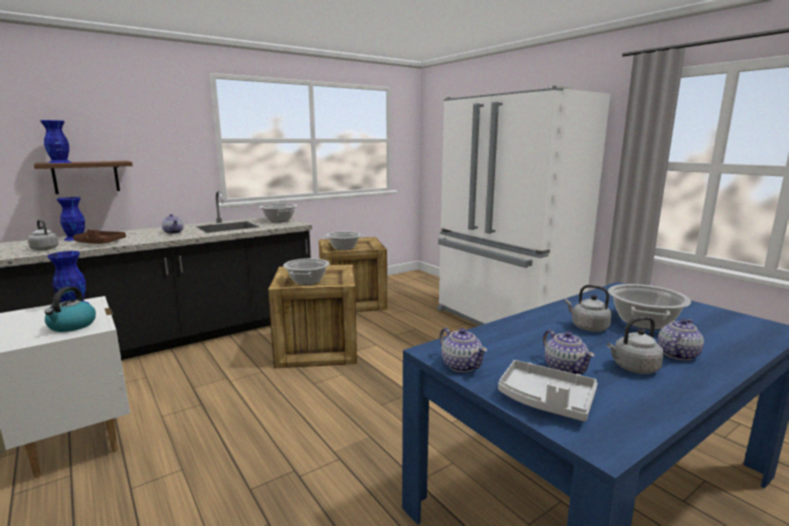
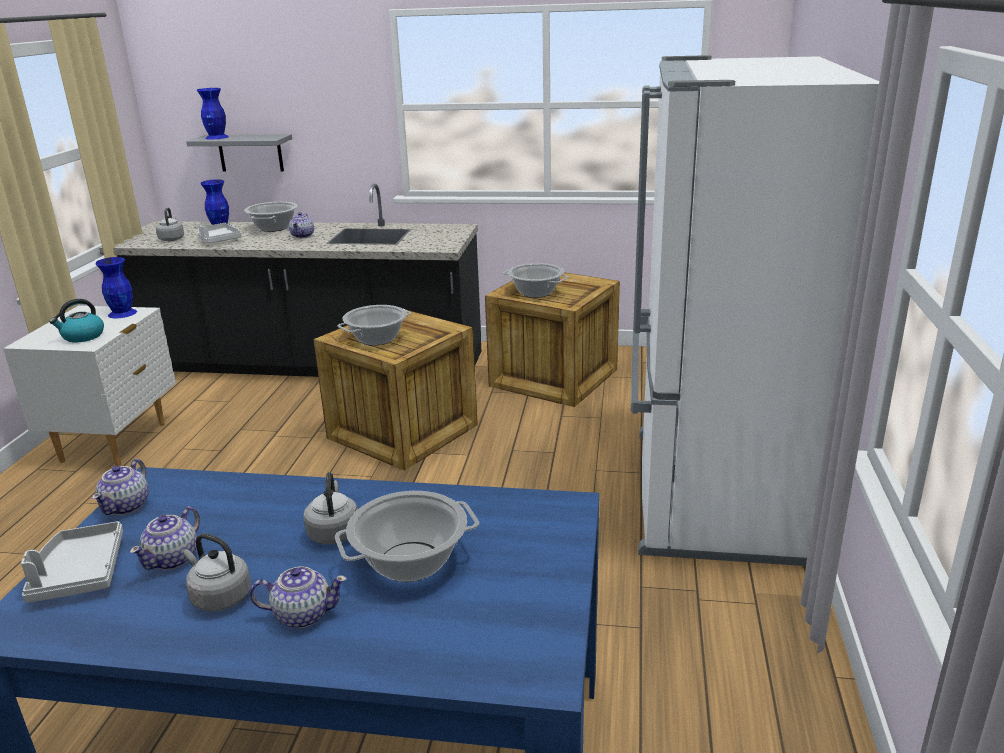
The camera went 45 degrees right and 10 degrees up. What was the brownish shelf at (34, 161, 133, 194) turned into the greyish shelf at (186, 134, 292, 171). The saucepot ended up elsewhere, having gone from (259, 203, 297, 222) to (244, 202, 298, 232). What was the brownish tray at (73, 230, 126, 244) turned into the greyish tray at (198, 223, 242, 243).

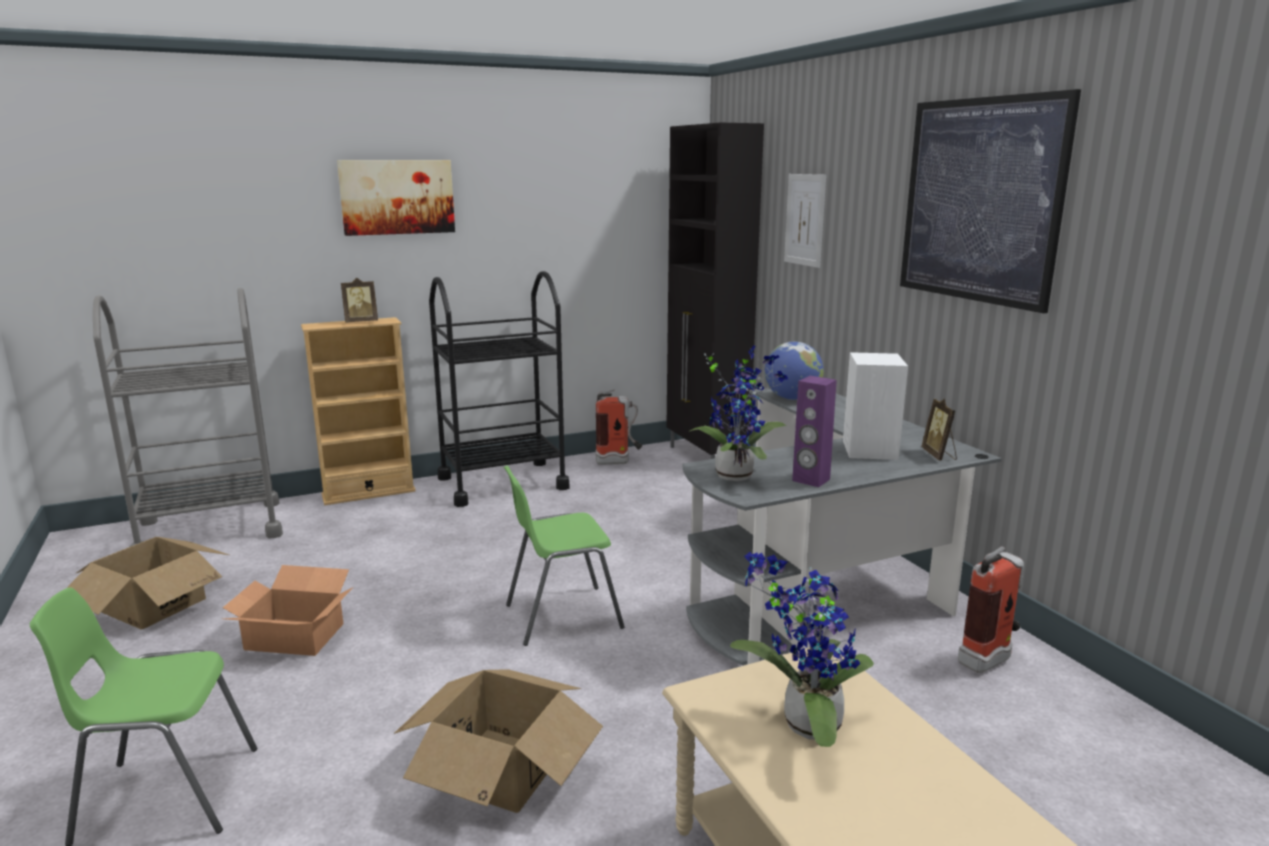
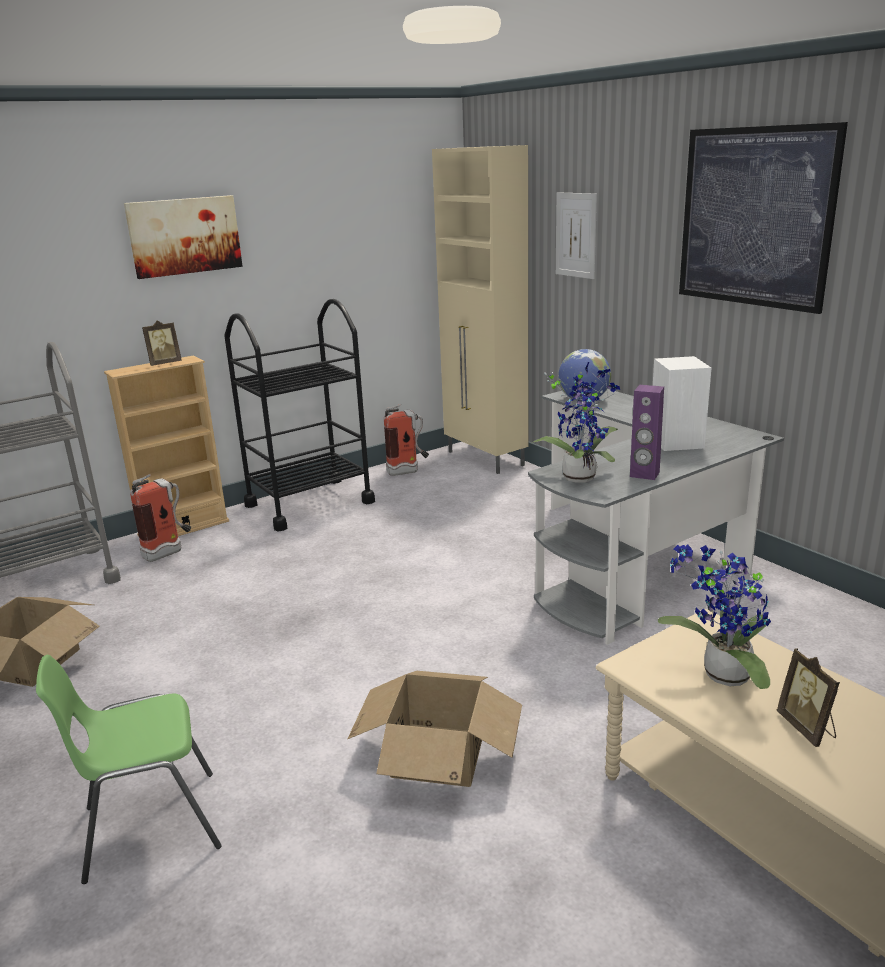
The camera went 10 degrees left and 5 degrees up. What was the blackish cupboard at (666, 123, 764, 459) turned into the sand-coloured cupboard at (432, 145, 528, 474). The picture frame ended up elsewhere, having gone from (921, 399, 957, 460) to (777, 648, 840, 747). The second view lost the green upright chair at (504, 466, 625, 646). The extinguisher ended up elsewhere, having gone from (958, 546, 1024, 673) to (130, 474, 191, 562). The second view lost the cardboard box at (223, 565, 352, 656).

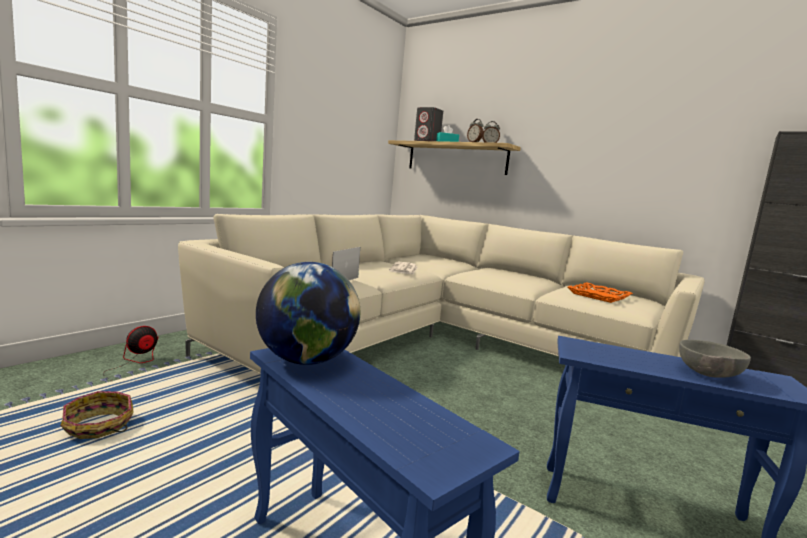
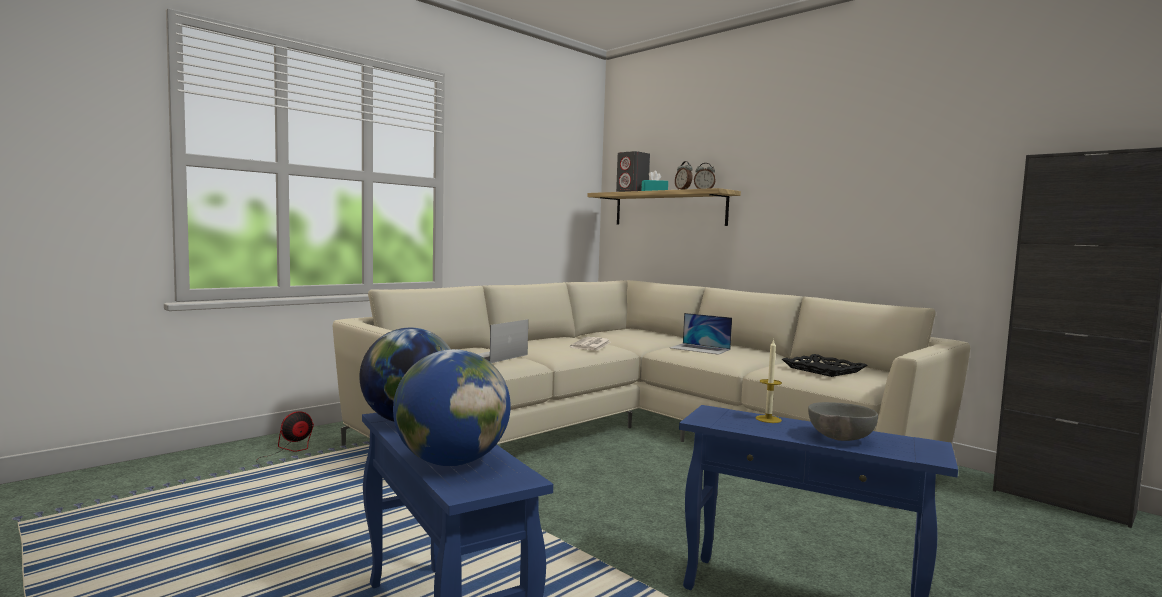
The camera went 10 degrees right and 5 degrees down. What was the orangey tray at (568, 282, 633, 303) turned into the blackish tray at (782, 354, 867, 377). The second view lost the household basket at (60, 391, 134, 439). The second view gained the notebook computer at (670, 313, 732, 355). The second view gained the wax candle at (756, 339, 782, 423). The second view gained the world globe at (393, 349, 511, 466).

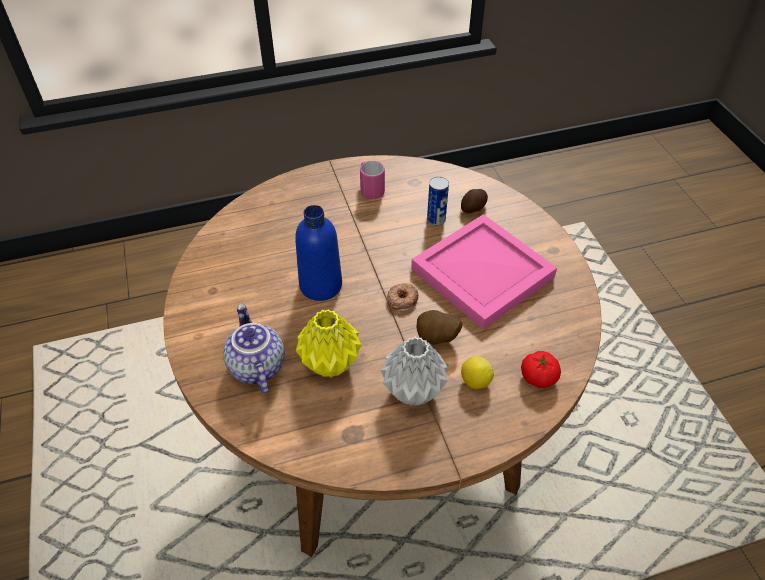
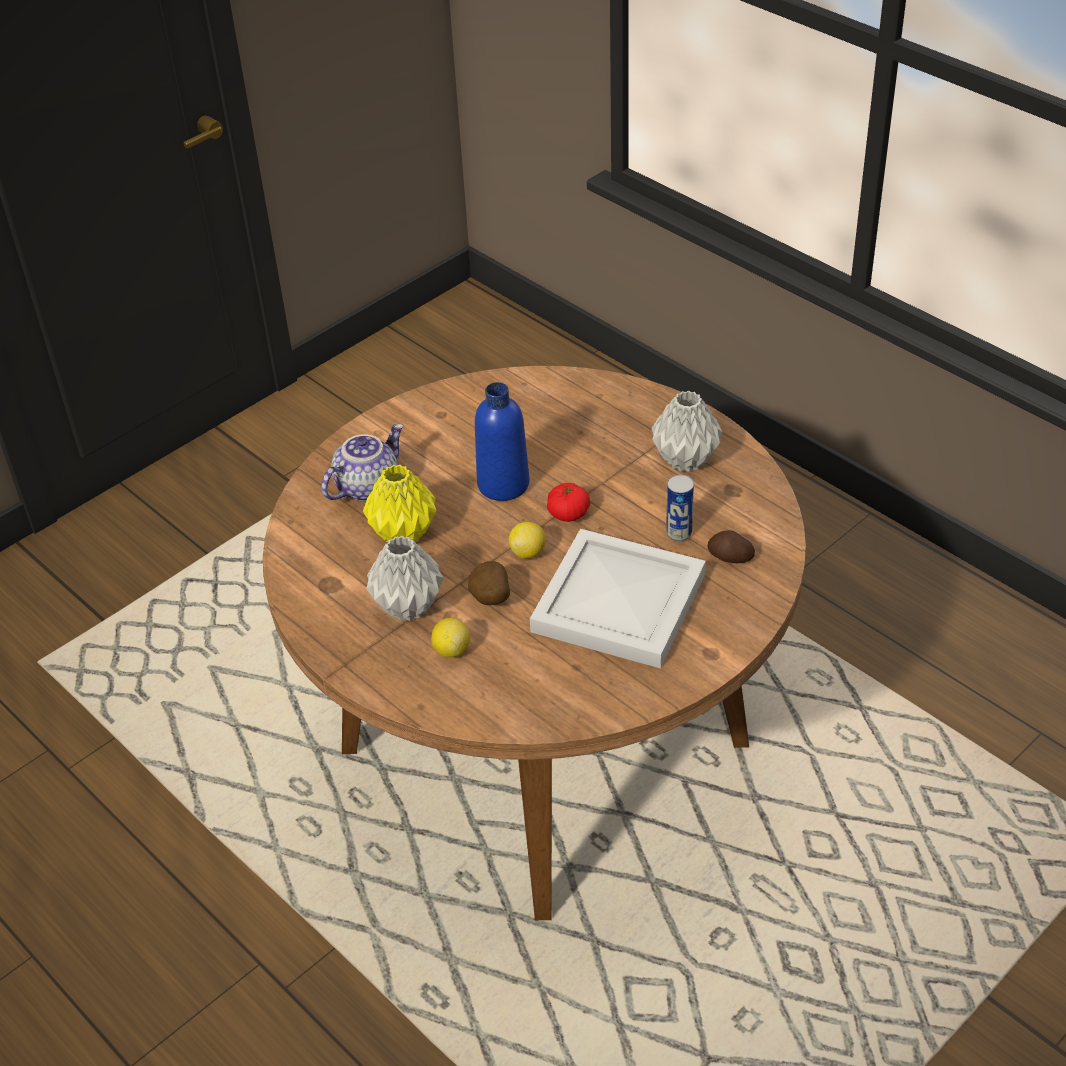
The camera went 65 degrees right and 5 degrees down. Where the pink-coloured mug stood at (360, 161, 385, 199), the greyish flower vase came to stand at (652, 390, 722, 472). What was the pink-coloured tray at (411, 214, 557, 329) turned into the whitish tray at (530, 529, 706, 669). Where the ring doughnut stood at (387, 283, 418, 312), the lemon came to stand at (509, 522, 546, 559). The whole tomato ended up elsewhere, having gone from (521, 351, 561, 388) to (547, 483, 590, 522).

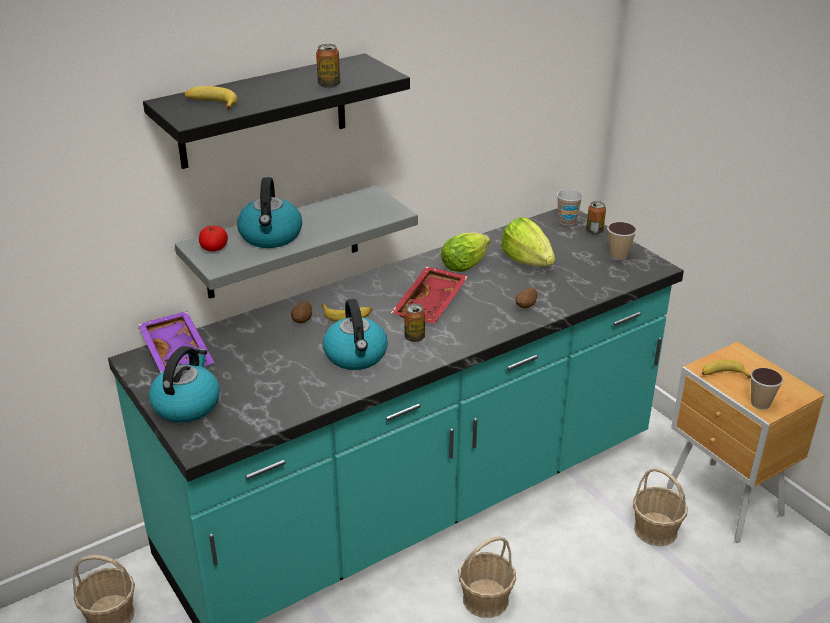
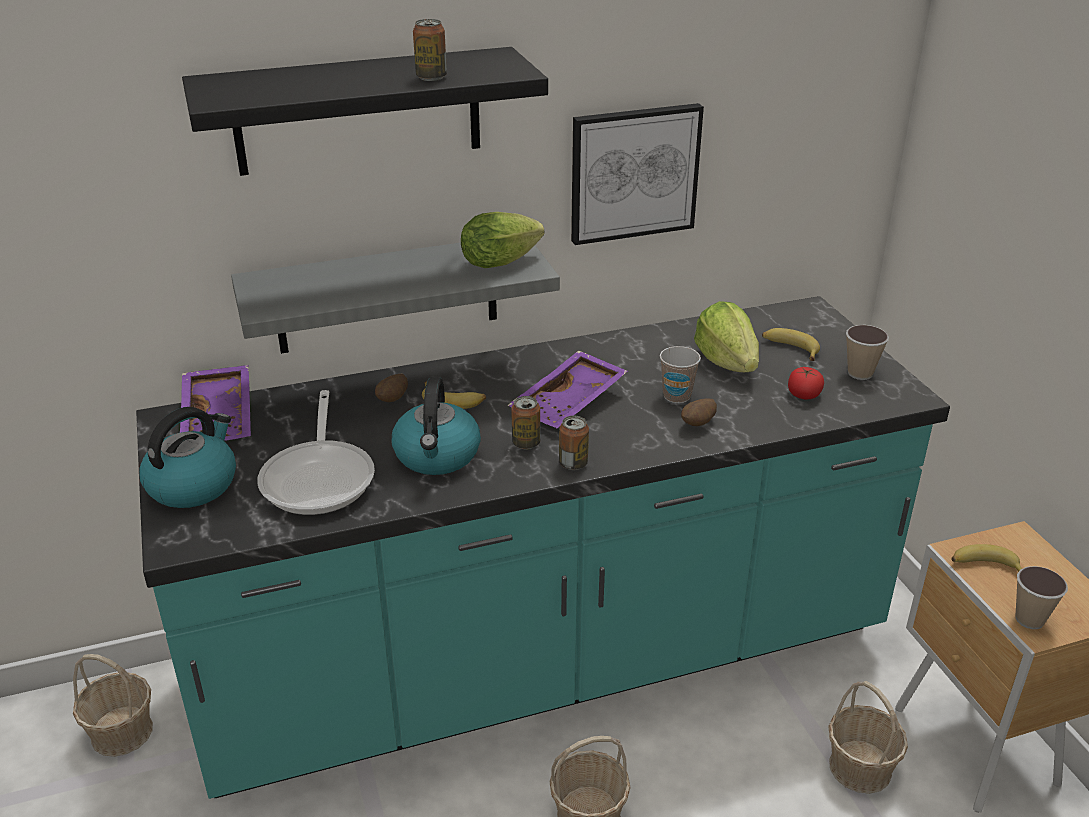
The camera went 15 degrees right and 0 degrees up. The banana fruit ended up elsewhere, having gone from (184, 86, 237, 109) to (762, 328, 820, 361). The second view lost the tea kettle at (237, 177, 302, 248). The drinking cup ended up elsewhere, having gone from (557, 189, 583, 225) to (660, 346, 701, 403). The sealed can ended up elsewhere, having gone from (586, 201, 606, 234) to (559, 416, 589, 470). The whole tomato ended up elsewhere, having gone from (199, 226, 228, 252) to (788, 367, 824, 399). The head of lettuce ended up elsewhere, having gone from (441, 232, 490, 272) to (461, 212, 544, 268). What was the red tray at (391, 266, 468, 324) turned into the purple-coloured tray at (507, 350, 628, 428). The second view gained the wall art at (571, 103, 704, 245). The second view gained the frying pan at (257, 390, 375, 515).

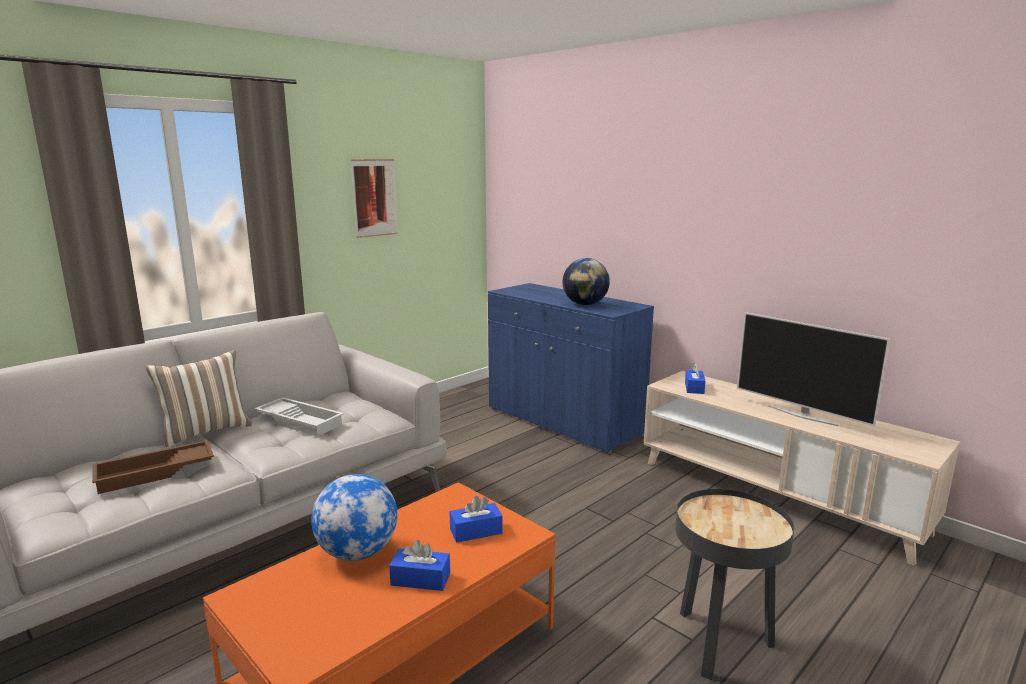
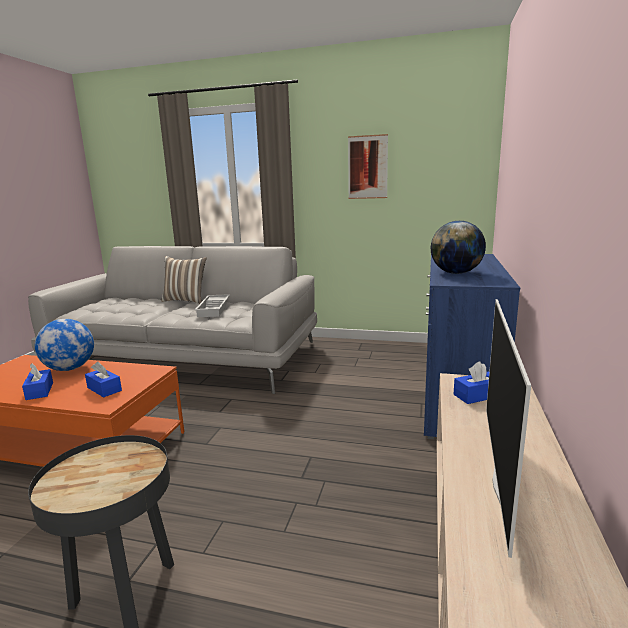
The camera went 60 degrees right and 0 degrees up. The second view lost the brownish tray at (92, 440, 214, 494).

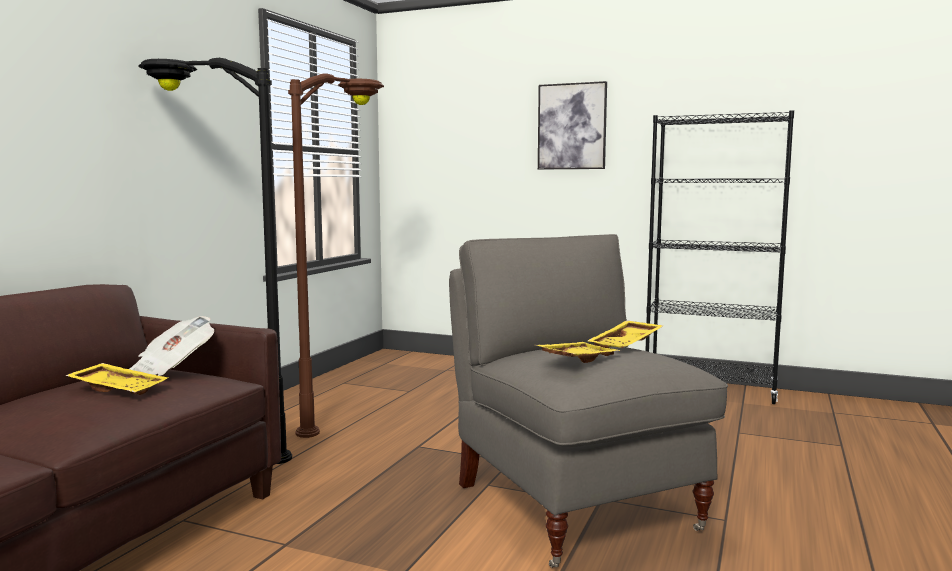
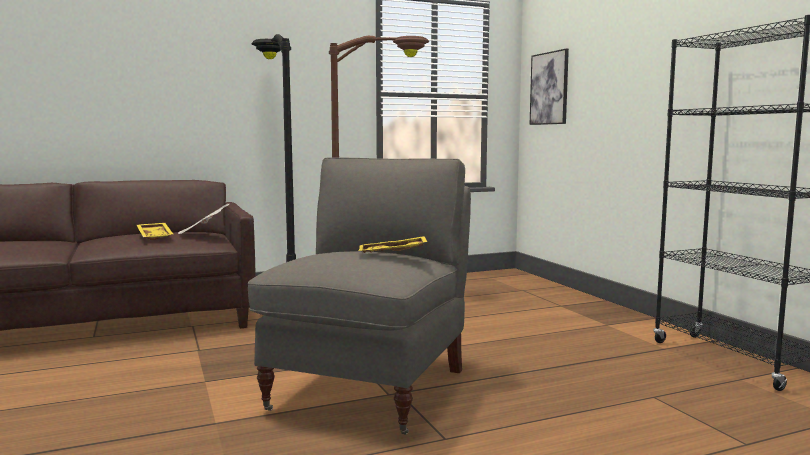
The camera went 45 degrees right and 0 degrees up. The wall art ended up elsewhere, having gone from (538, 81, 607, 169) to (530, 49, 569, 125). The second view lost the yellowish tray at (537, 342, 621, 363).

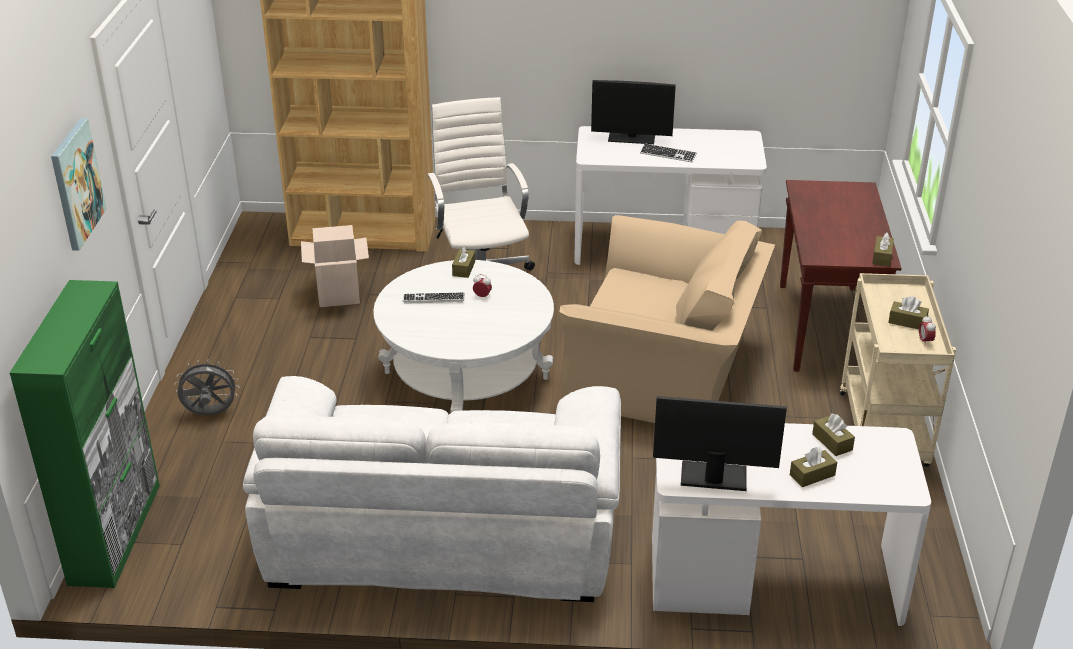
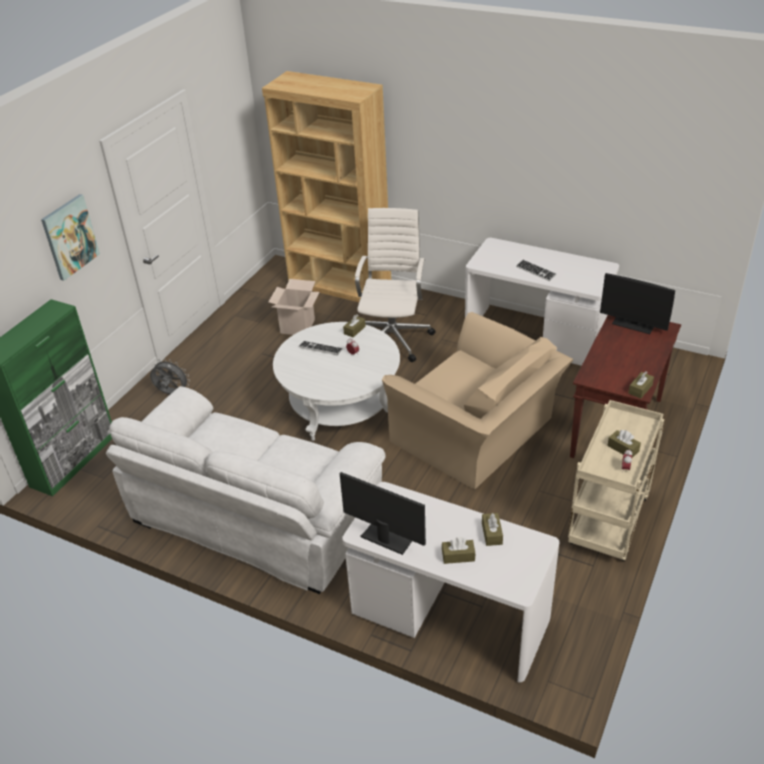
The camera went 25 degrees right and 5 degrees up. The computer display ended up elsewhere, having gone from (591, 80, 676, 144) to (600, 273, 675, 334).

